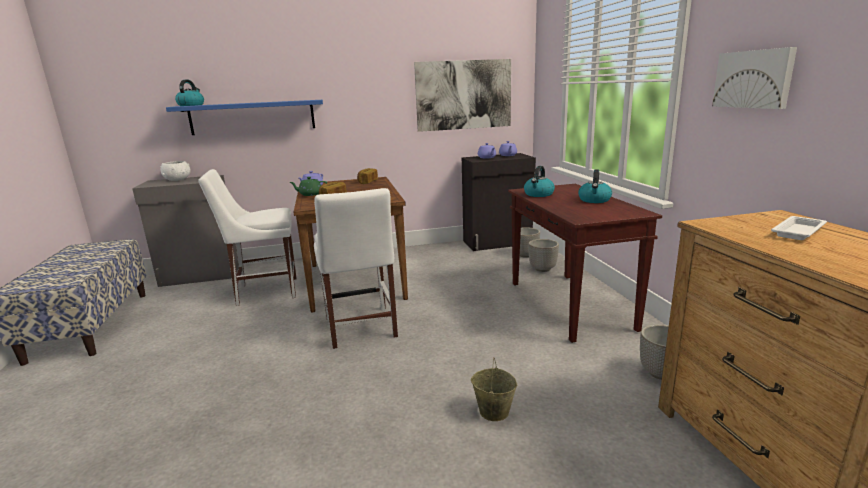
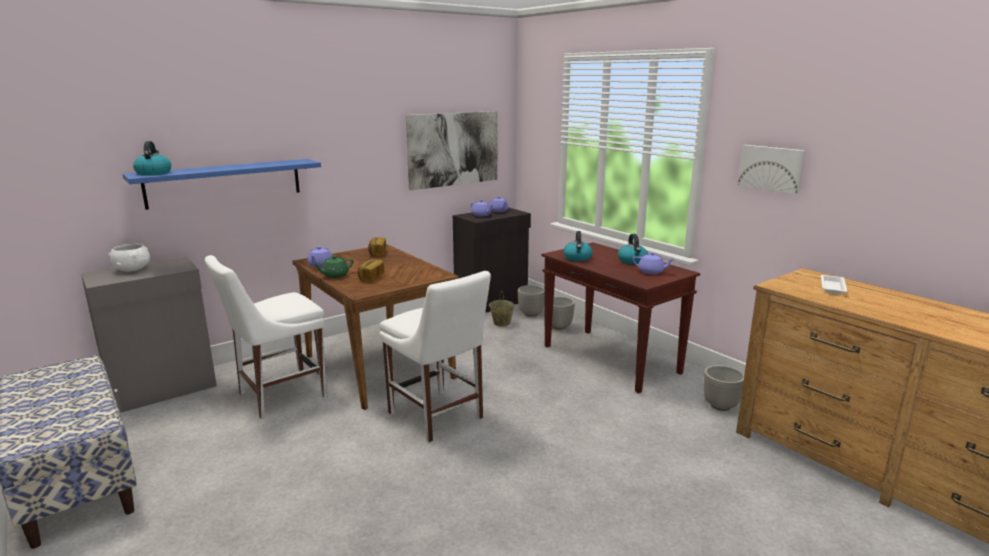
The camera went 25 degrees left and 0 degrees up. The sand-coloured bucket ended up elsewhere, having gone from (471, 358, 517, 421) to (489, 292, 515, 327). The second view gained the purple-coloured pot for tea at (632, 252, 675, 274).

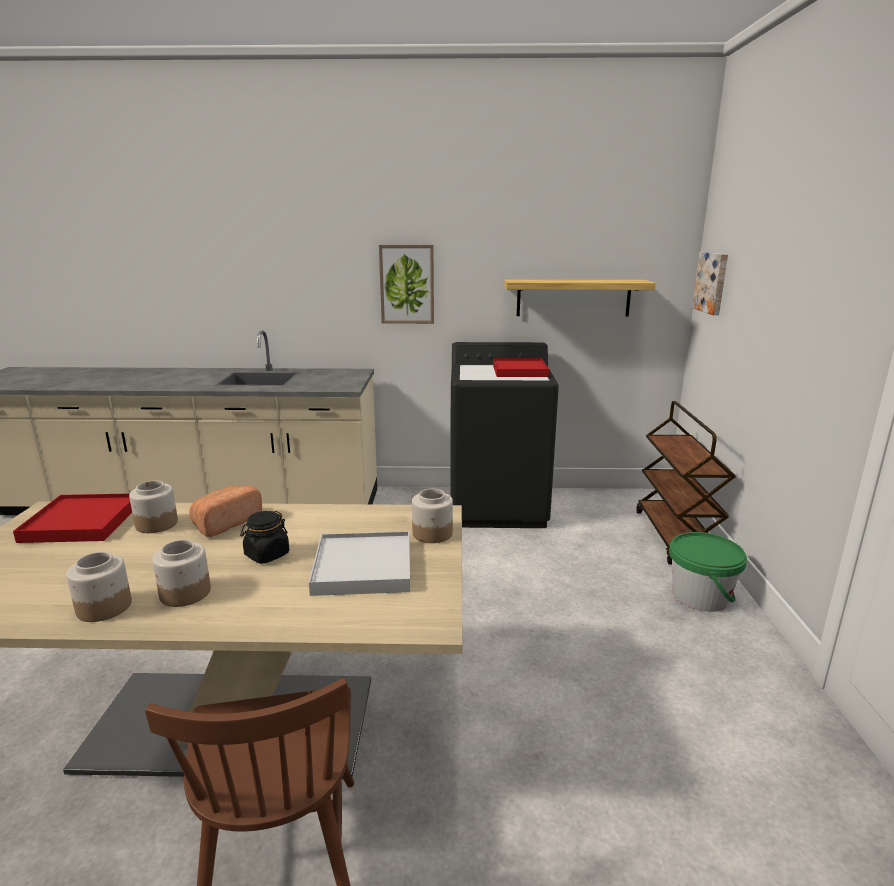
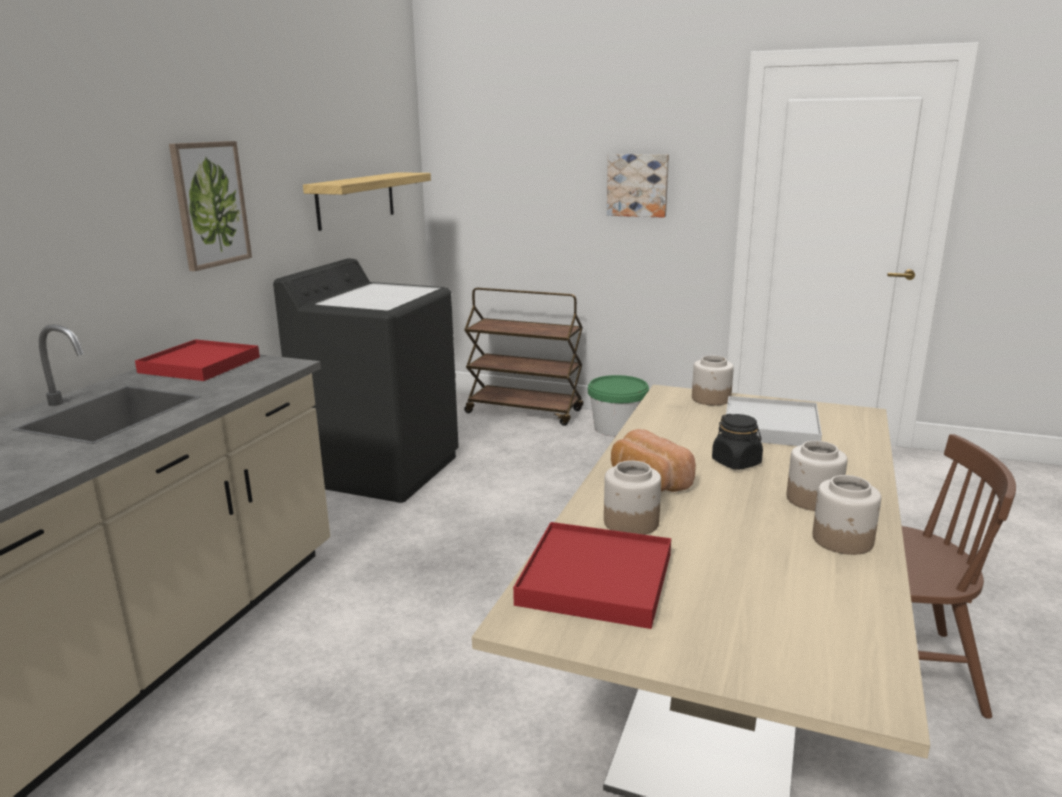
The camera went 70 degrees left and 0 degrees up. The wall art ended up elsewhere, having gone from (692, 252, 728, 315) to (607, 154, 669, 218). The red tray ended up elsewhere, having gone from (493, 358, 549, 377) to (135, 339, 260, 381).

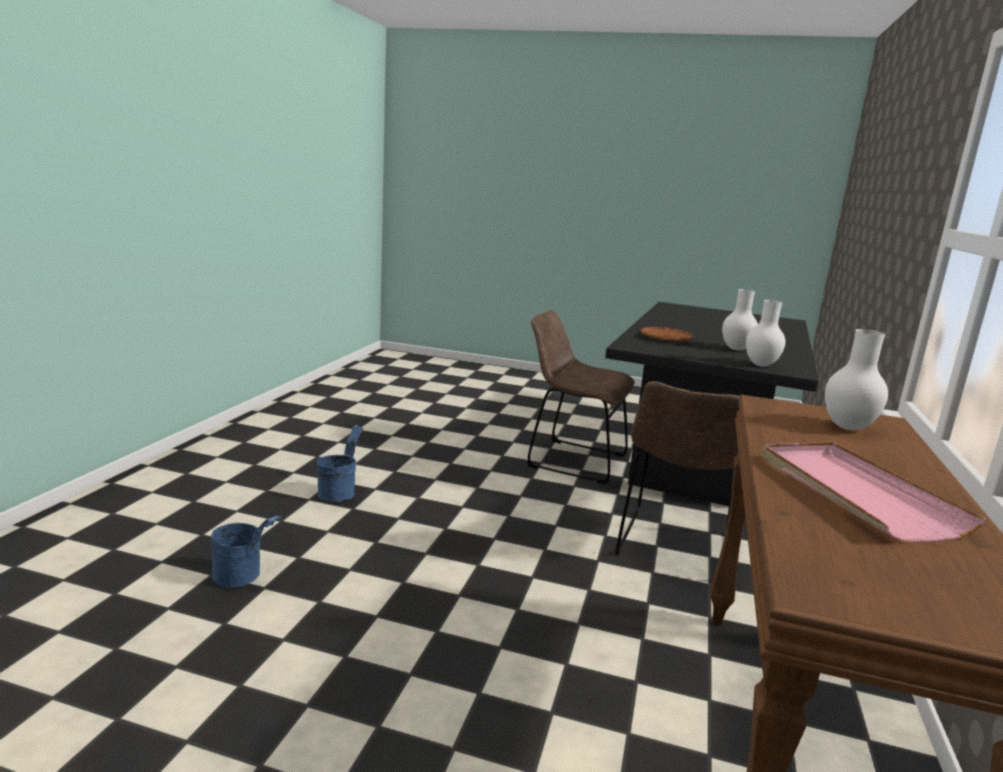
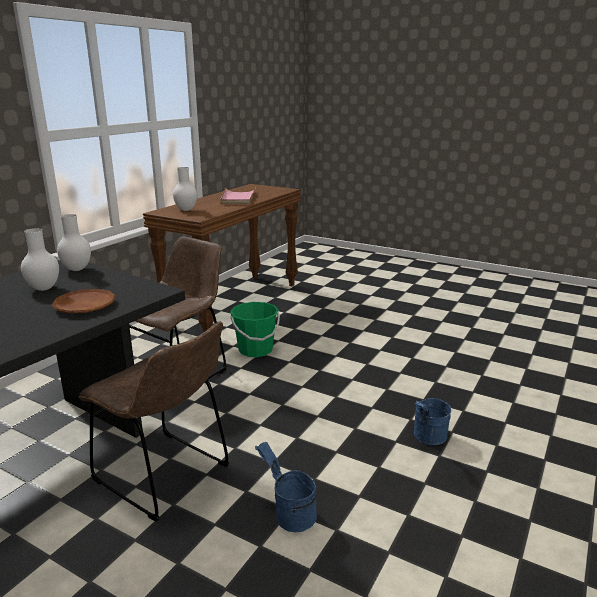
The camera went 165 degrees left and 5 degrees up. The blue bucket ended up elsewhere, having gone from (211, 515, 281, 588) to (255, 442, 317, 532). The second view gained the green bucket at (230, 302, 280, 357).

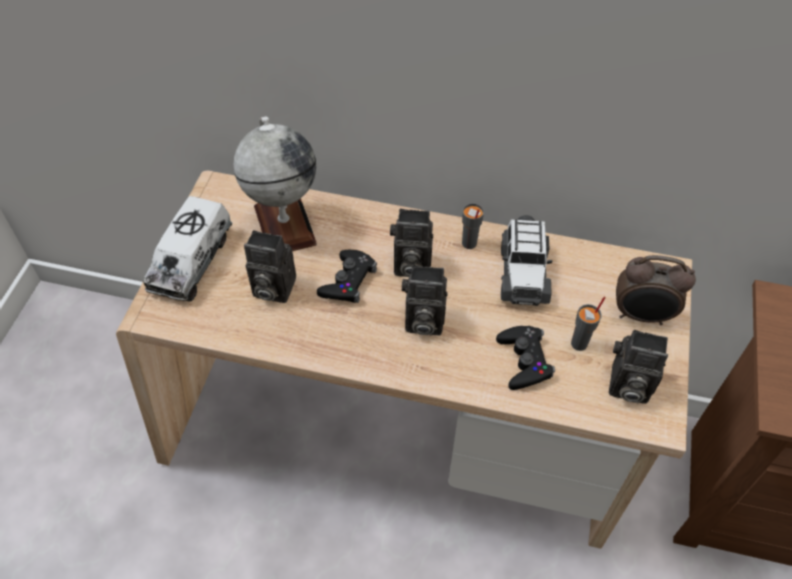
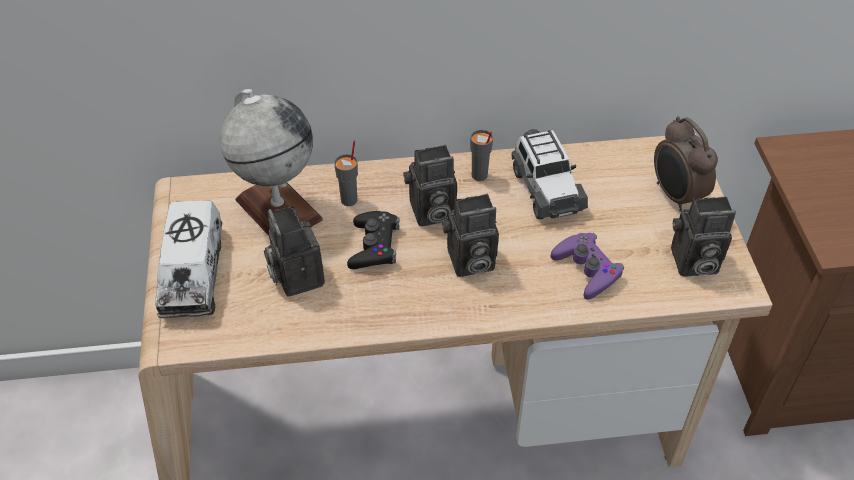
The camera went 20 degrees left and 5 degrees down. The still camera at (244, 230, 296, 303) ended up facing another way, 75 degrees clockwise from before. The alarm clock at (616, 255, 696, 325) ended up facing another way, 75 degrees clockwise from before. The greyish drinking cup ended up elsewhere, having gone from (571, 296, 606, 351) to (334, 141, 358, 206). What was the blackish gamepad at (496, 326, 555, 390) turned into the purple-coloured gamepad at (551, 233, 624, 300).

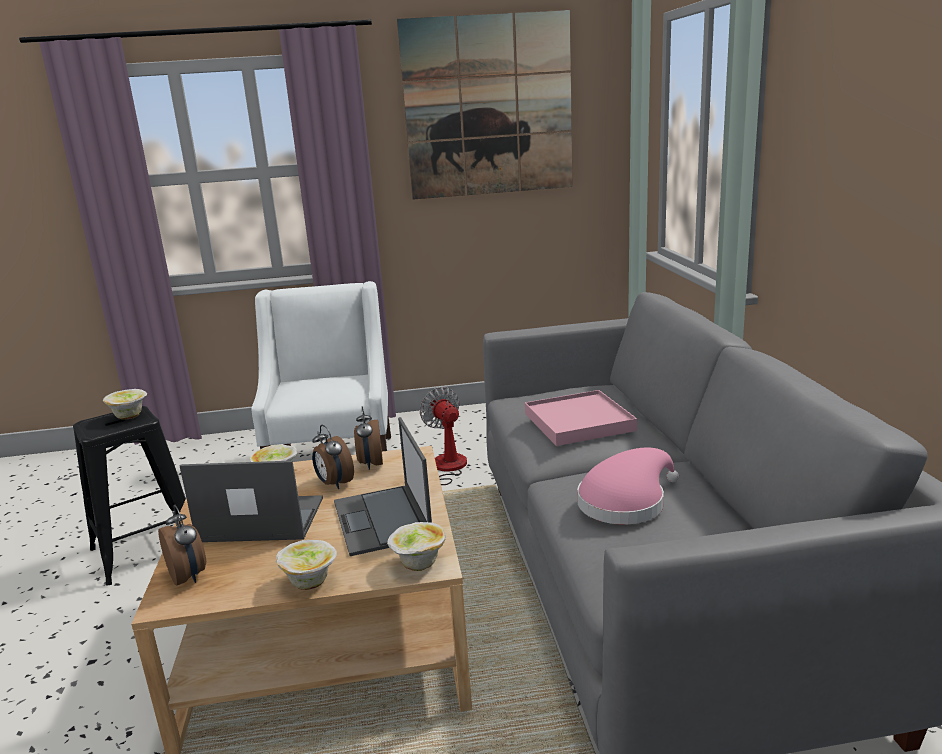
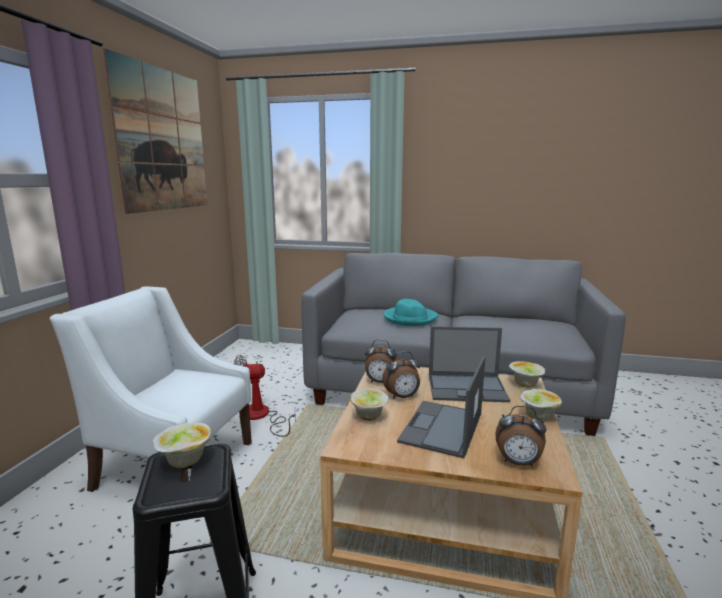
The camera went 70 degrees left and 5 degrees down. Where the pink-coloured tray stood at (525, 390, 637, 446), the turquoise wearable hat came to stand at (383, 299, 439, 326). The second view lost the pink-coloured wearable hat at (577, 448, 679, 524). The alarm clock at (158, 505, 206, 586) ended up facing another way, 150 degrees counterclockwise from before.

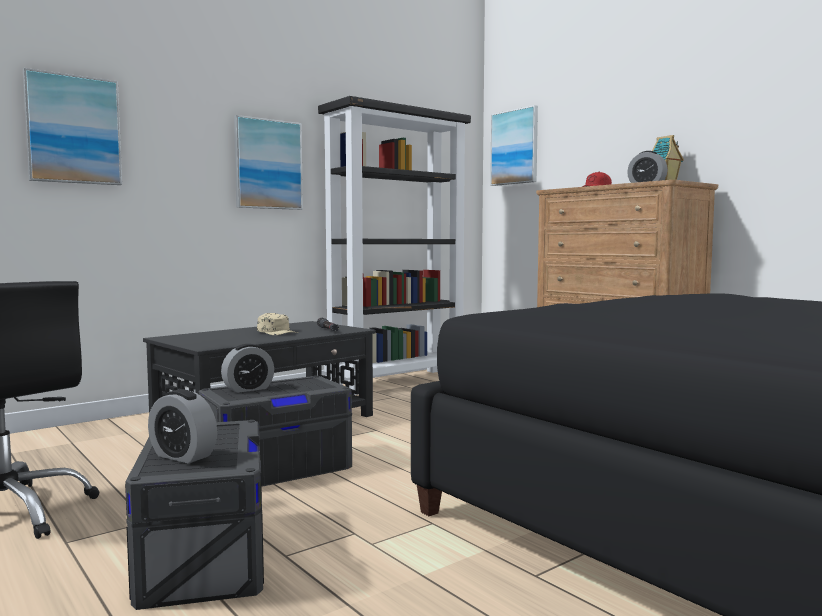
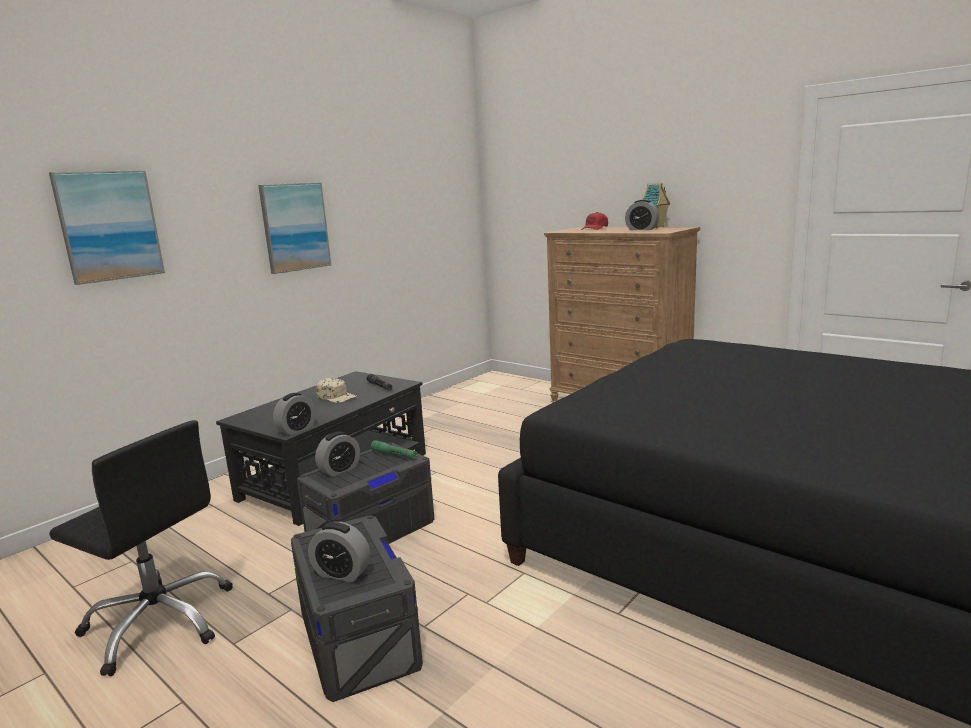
The camera went 10 degrees left and 10 degrees up. The second view lost the blackish bookcase at (318, 96, 471, 395). The second view lost the wall art at (490, 105, 538, 186). The second view gained the alarm clock at (273, 393, 316, 435). The second view gained the green torch at (371, 441, 418, 459).

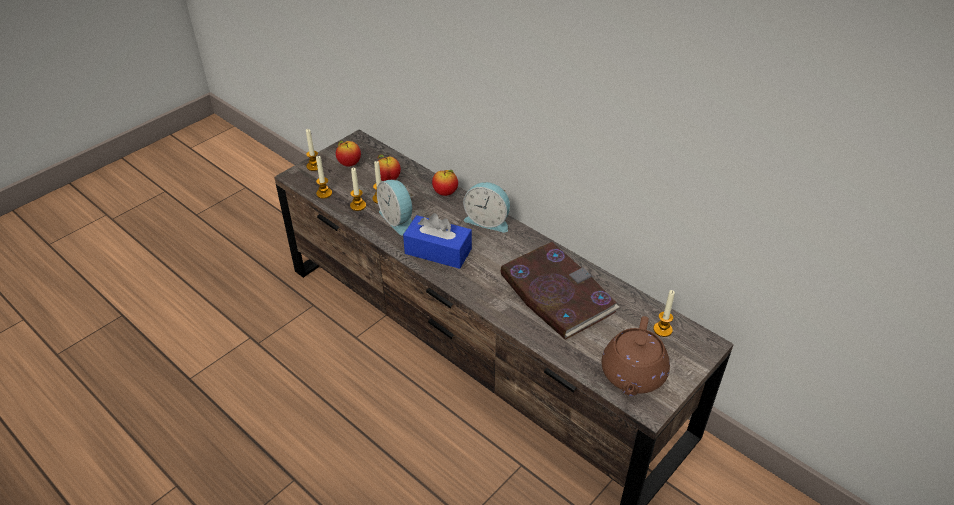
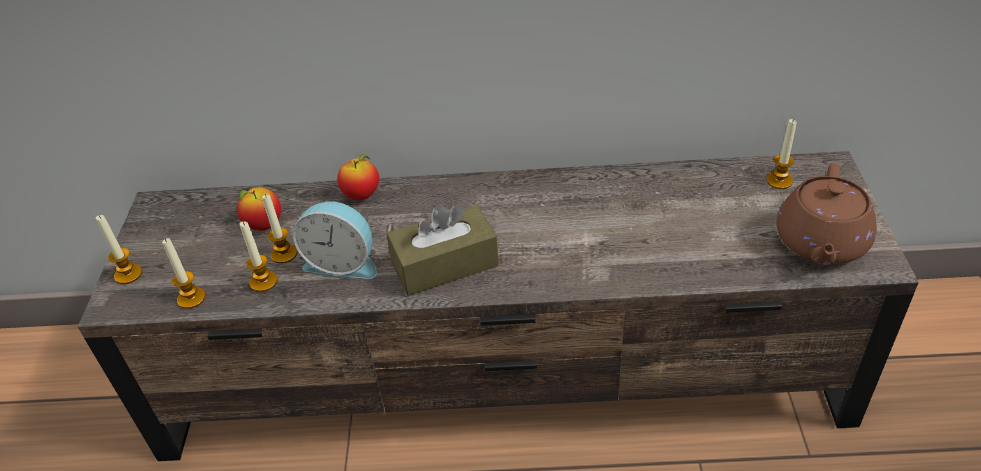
The camera went 40 degrees left and 0 degrees up. The second view lost the whole apple at (336, 141, 361, 167). The second view lost the alarm clock at (463, 182, 510, 233). What was the blue tissue box at (403, 213, 472, 269) turned into the brownish tissue box at (387, 203, 499, 296). The second view lost the volume at (500, 242, 619, 340). The brownish pot for tea at (601, 316, 670, 396) ended up facing another way, 45 degrees clockwise from before.

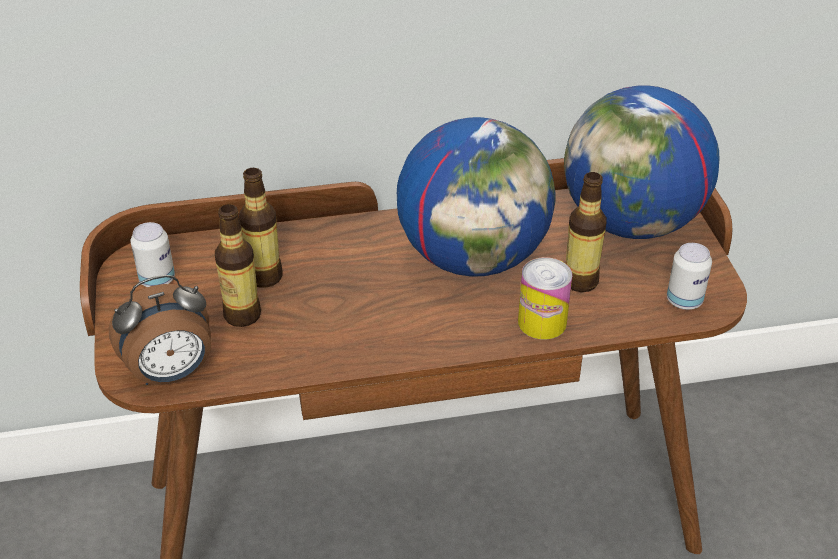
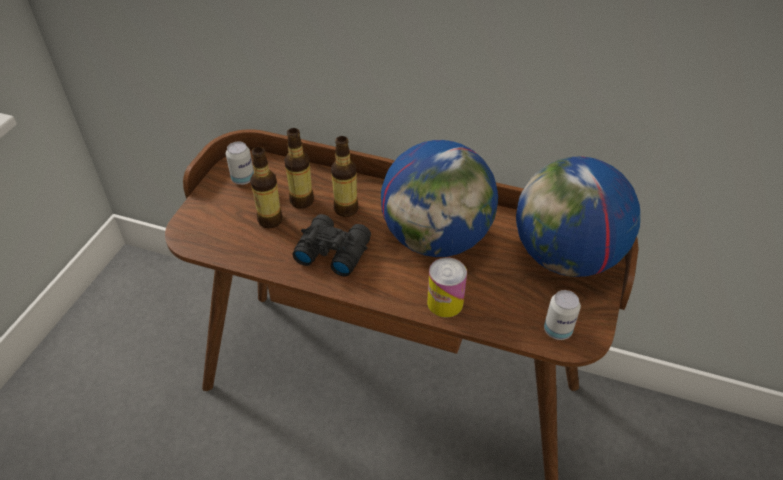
The camera went 30 degrees right and 5 degrees up. The bottle ended up elsewhere, having gone from (566, 172, 607, 292) to (331, 136, 359, 217). The second view lost the alarm clock at (109, 275, 211, 385). The second view gained the blackish binoculars at (293, 214, 371, 276).

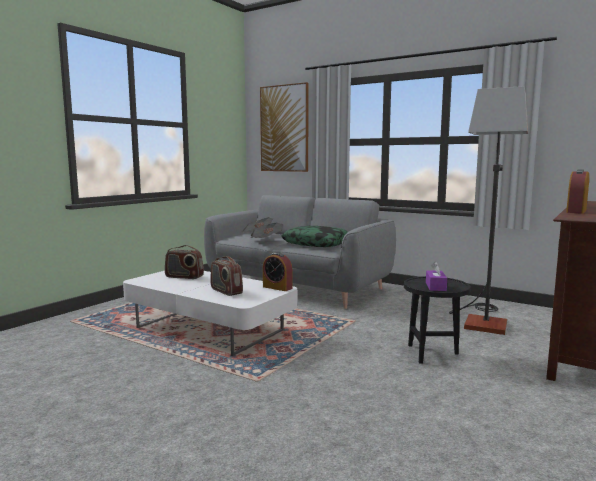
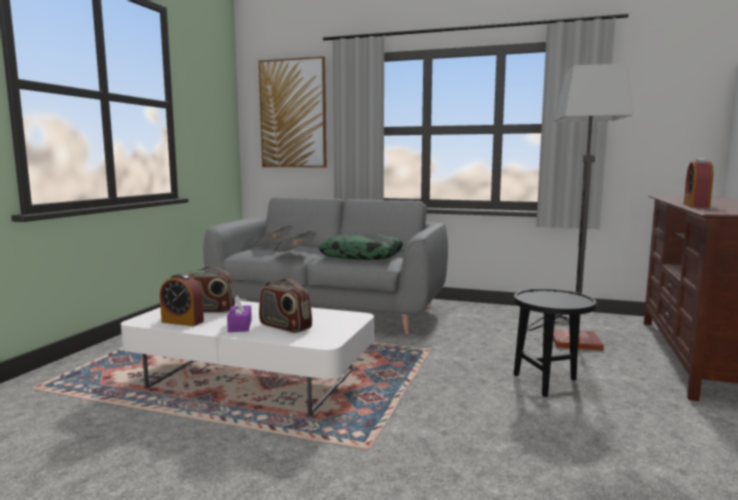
The camera went 15 degrees left and 0 degrees up. The alarm clock ended up elsewhere, having gone from (263, 252, 292, 291) to (160, 274, 204, 326). The purple-coloured tissue box ended up elsewhere, having gone from (426, 261, 447, 291) to (227, 296, 252, 332).

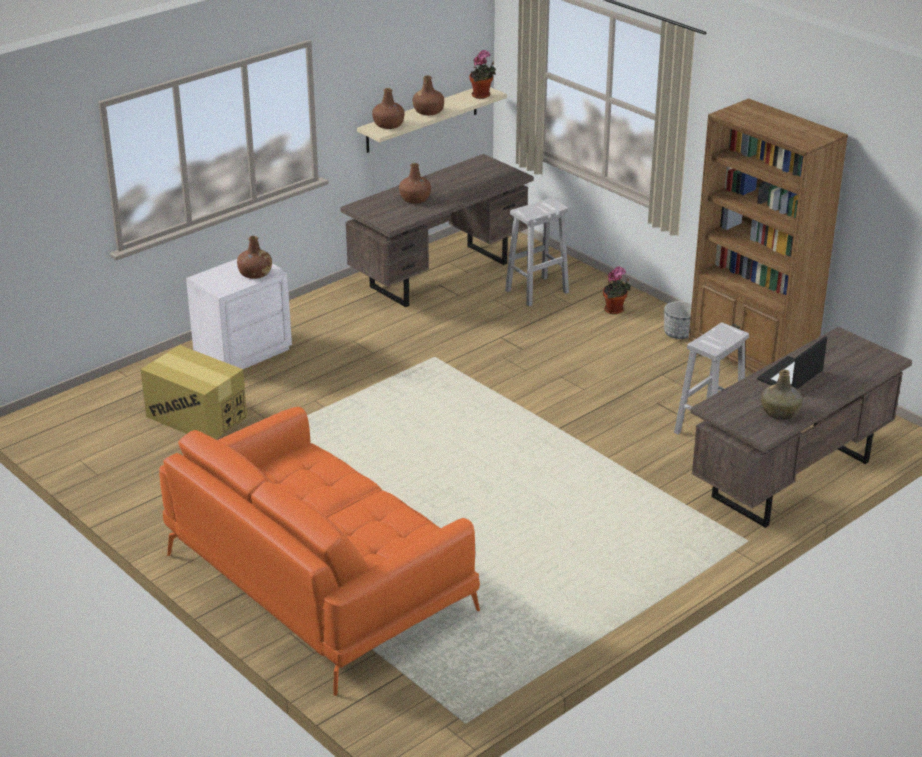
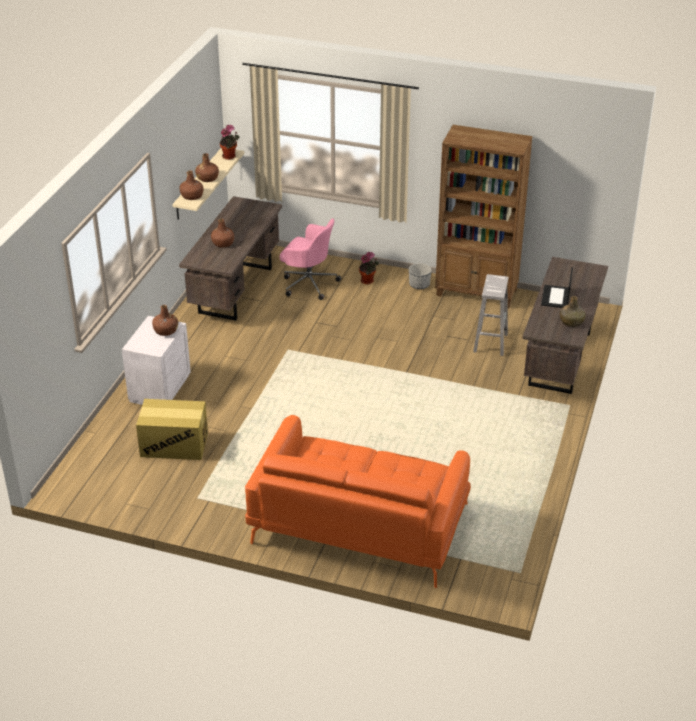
The camera went 30 degrees left and 5 degrees up. Where the whitish stool seat stood at (505, 198, 569, 306), the pink-coloured office chair came to stand at (280, 219, 342, 300).

